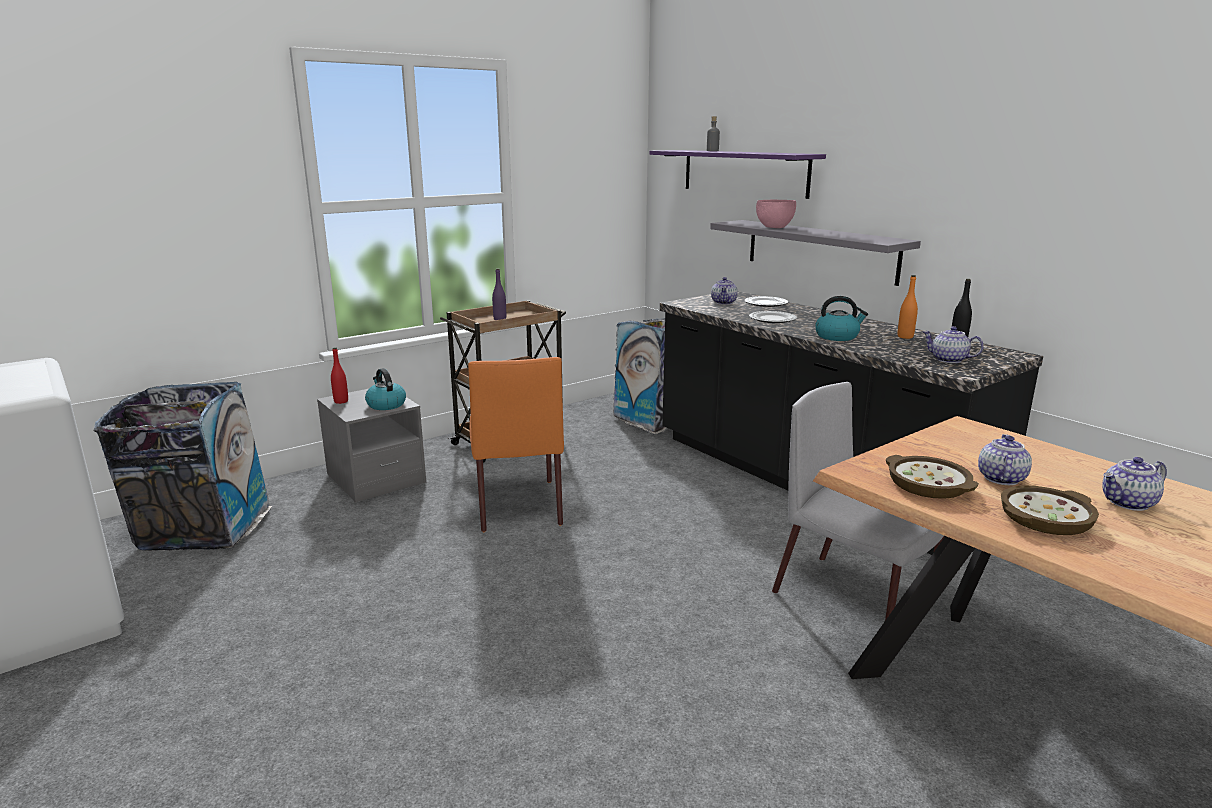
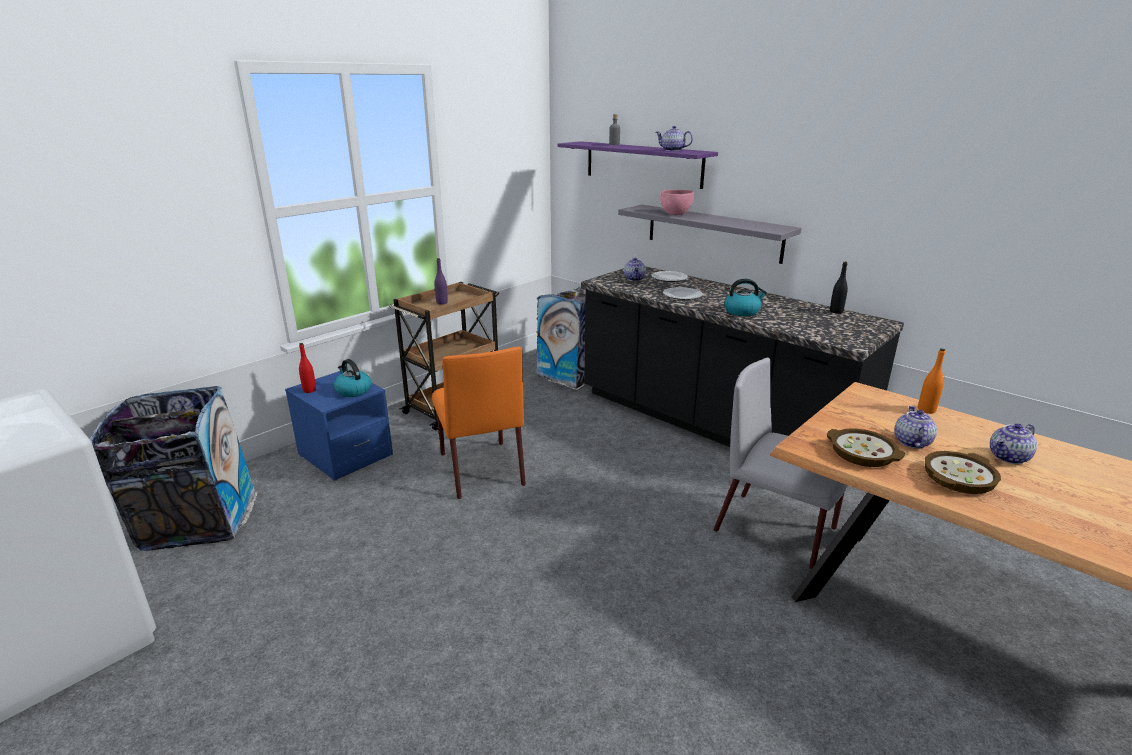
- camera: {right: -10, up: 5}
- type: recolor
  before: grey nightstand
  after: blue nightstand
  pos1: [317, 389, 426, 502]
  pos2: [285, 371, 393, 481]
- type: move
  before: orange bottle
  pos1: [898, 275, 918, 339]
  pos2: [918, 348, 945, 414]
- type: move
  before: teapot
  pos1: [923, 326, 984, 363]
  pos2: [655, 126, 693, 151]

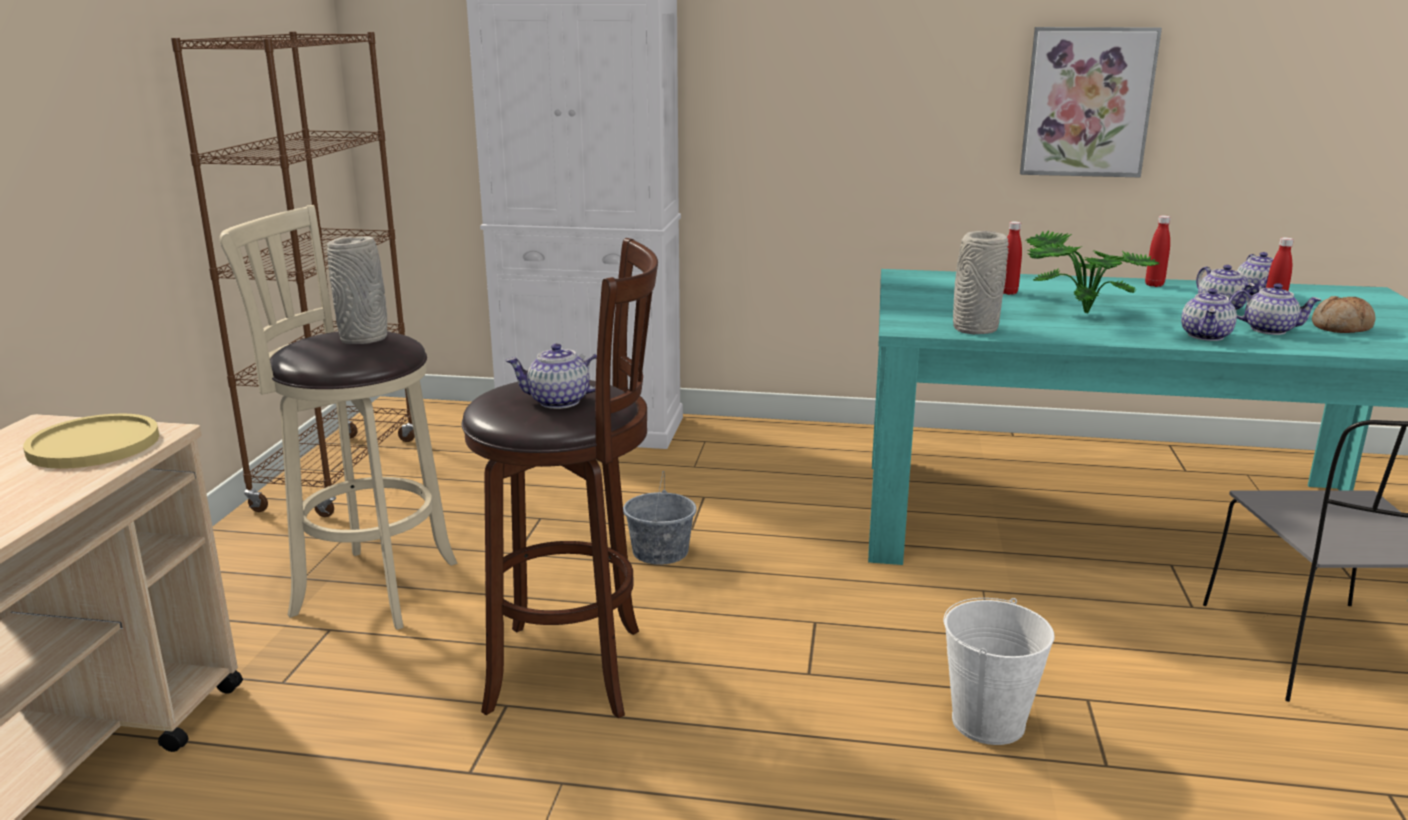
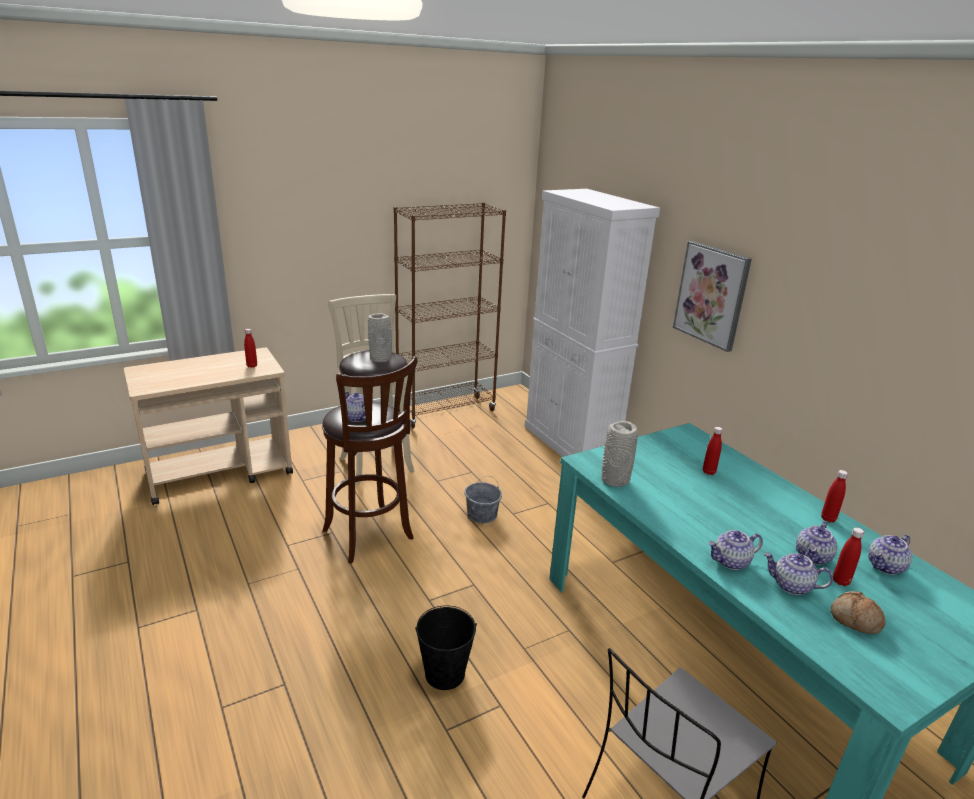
- camera: {right: 50, up: 5}
- type: replace
  before: yellow plate
  after: red bottle
  pos1: [23, 413, 159, 469]
  pos2: [244, 329, 257, 368]
- type: recolor
  before: white bucket
  after: black bucket
  pos1: [944, 598, 1054, 745]
  pos2: [415, 605, 477, 690]
- type: move
  before: picture
  pos1: [1020, 27, 1162, 177]
  pos2: [673, 241, 752, 352]
- type: delete
  before: potted plant
  pos1: [1026, 231, 1160, 314]
- type: rotate
  before: teapot
  pos1: [1229, 283, 1321, 335]
  pos2: [764, 552, 833, 595]
  turn: 135

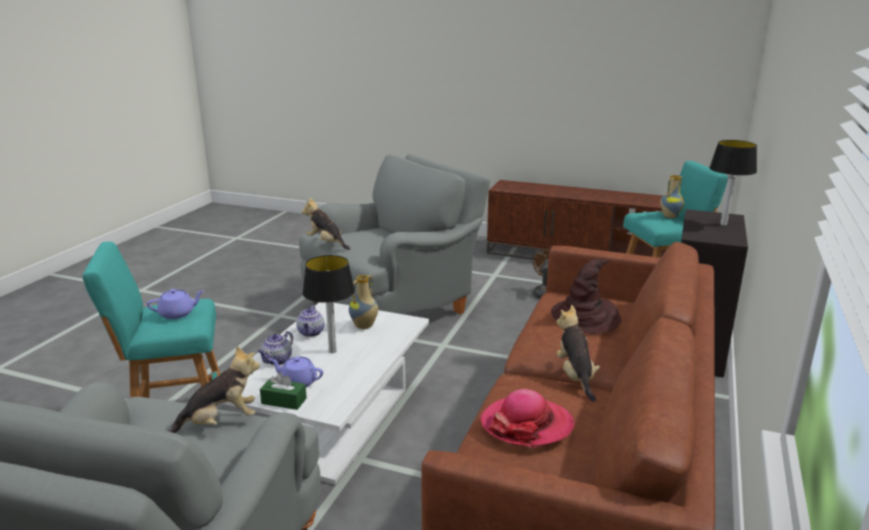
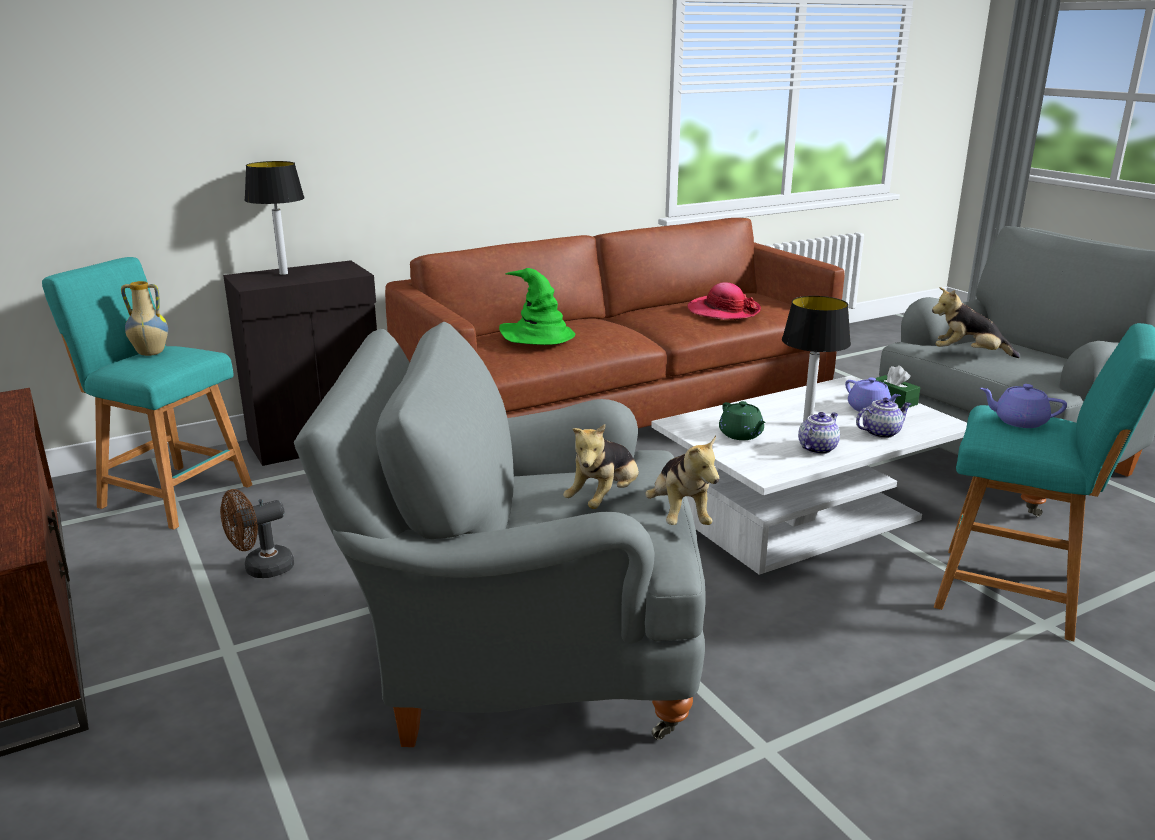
- camera: {right: -140, up: 0}
- type: replace
  before: vase
  after: green teapot
  pos1: [349, 275, 378, 329]
  pos2: [719, 401, 766, 440]
- type: recolor
  before: brown hat
  after: green hat
  pos1: [551, 259, 621, 334]
  pos2: [499, 268, 575, 345]
- type: move
  before: plush toy
  pos1: [556, 305, 600, 402]
  pos2: [563, 424, 639, 509]

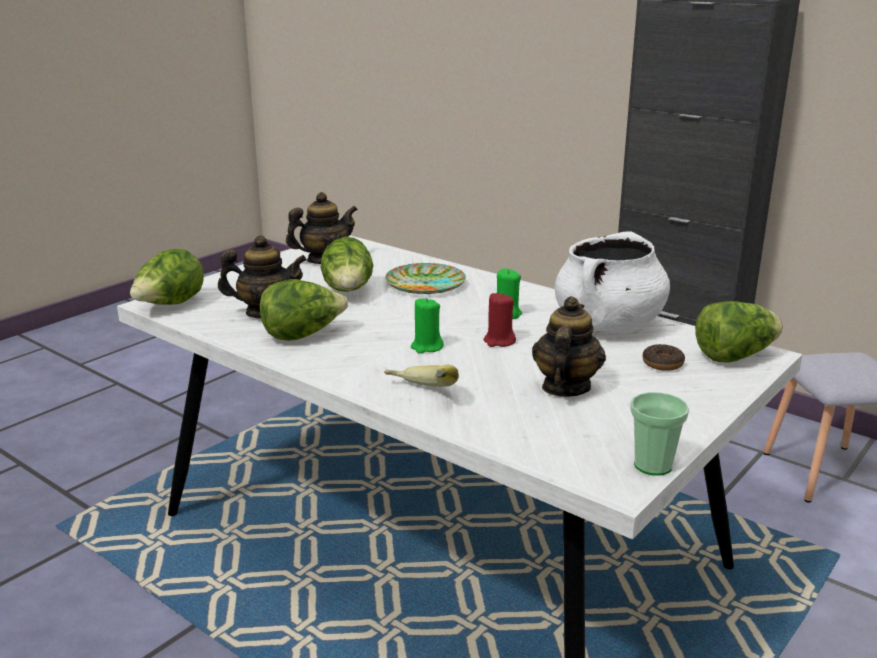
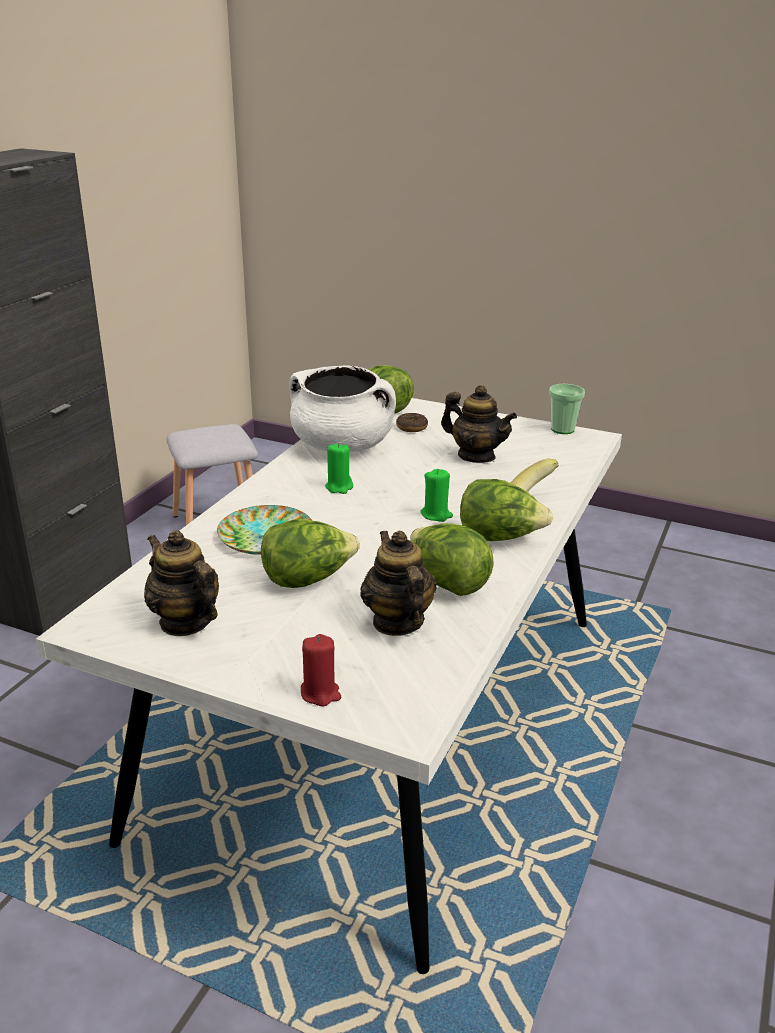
- camera: {right: -105, up: 5}
- type: move
  before: lettuce
  pos1: [130, 249, 204, 305]
  pos2: [460, 479, 553, 541]
- type: move
  before: red candle
  pos1: [483, 293, 516, 347]
  pos2: [301, 634, 341, 707]
- type: rotate
  before: teapot
  pos1: [532, 296, 606, 397]
  pos2: [441, 385, 517, 463]
  turn: -150

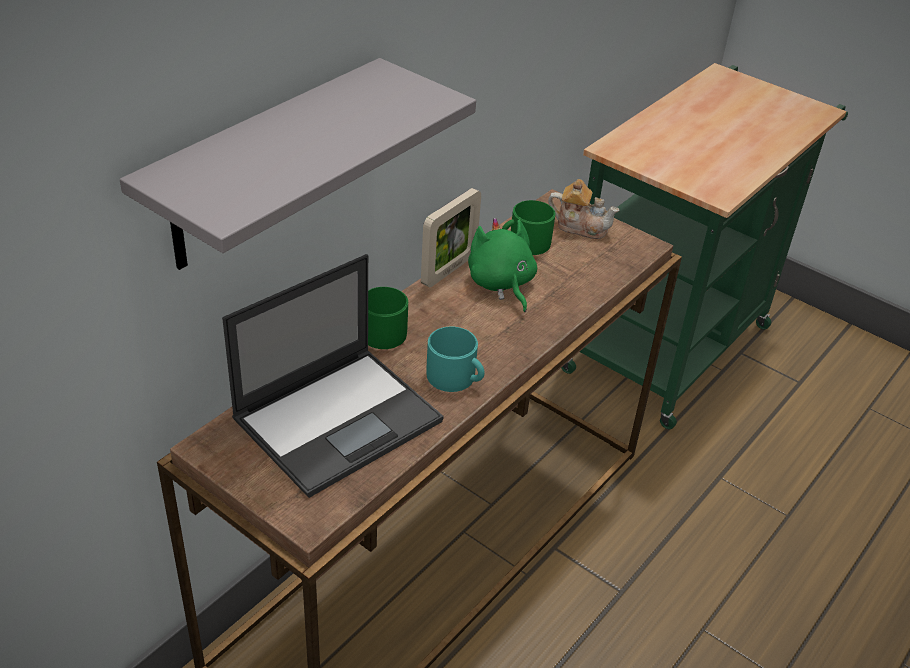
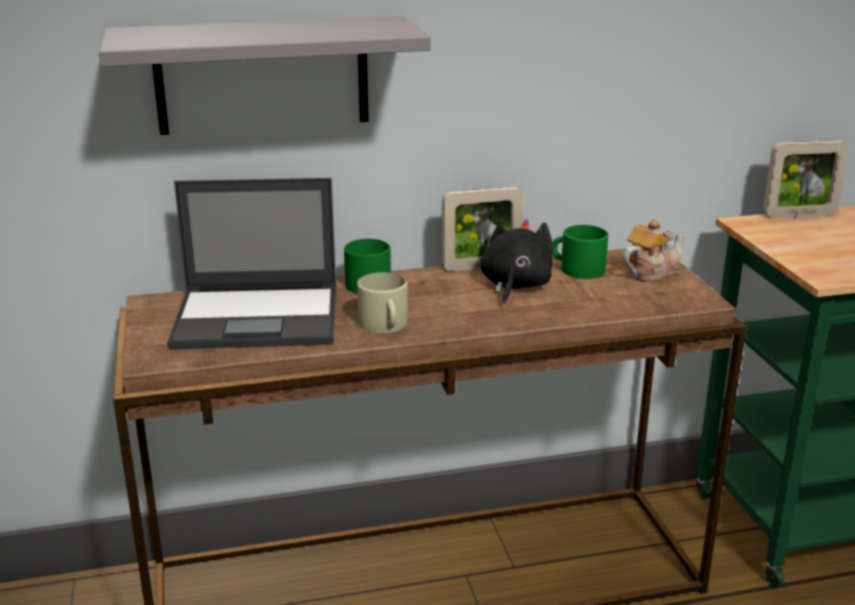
- camera: {right: 40, up: -15}
- type: recolor
  before: turquoise mug
  after: beige mug
  pos1: [426, 327, 485, 392]
  pos2: [357, 272, 408, 333]
- type: recolor
  before: green plush toy
  after: black plush toy
  pos1: [468, 218, 537, 312]
  pos2: [480, 218, 553, 304]
- type: rotate
  before: teapot
  pos1: [548, 179, 619, 239]
  pos2: [622, 219, 686, 282]
  turn: -90
- type: insert
  after: picture frame
  pos2: [763, 140, 849, 218]

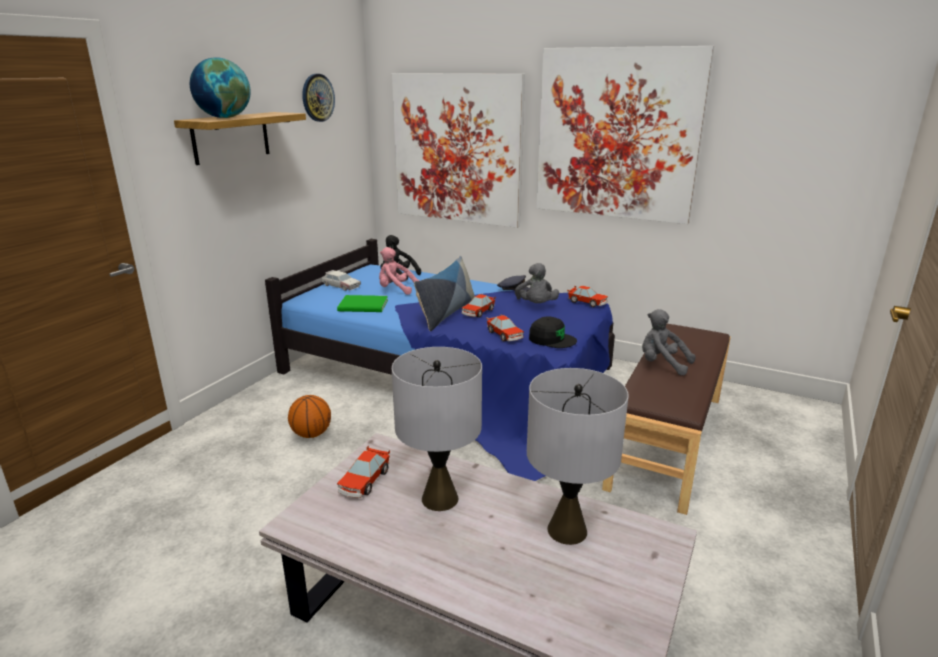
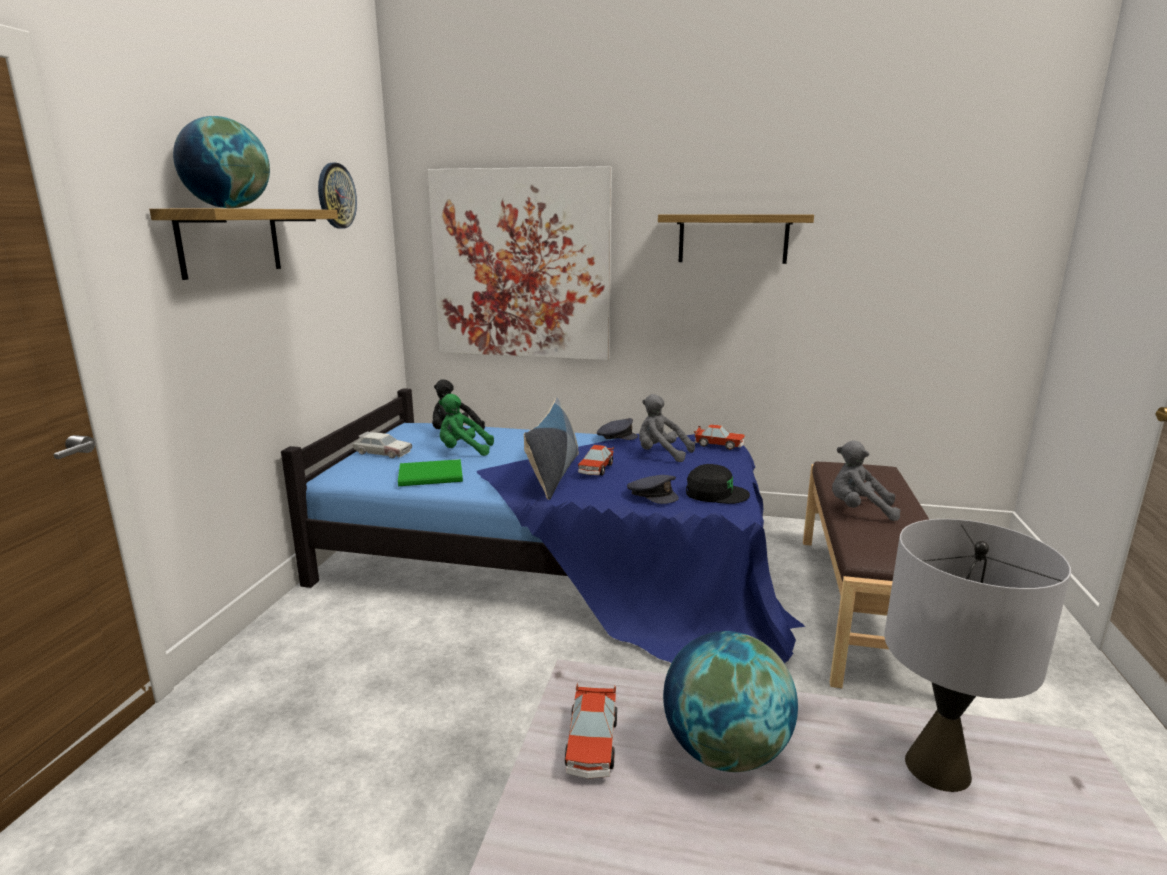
- camera: {right: -15, up: -5}
- type: delete
  before: basketball
  pos1: [288, 395, 331, 438]
- type: recolor
  before: pink plush toy
  after: green plush toy
  pos1: [379, 247, 420, 295]
  pos2: [439, 394, 494, 456]
- type: replace
  before: grey table lamp
  after: globe
  pos1: [392, 347, 482, 511]
  pos2: [663, 631, 798, 772]
- type: replace
  before: toy car
  after: grey cap
  pos1: [486, 315, 524, 342]
  pos2: [627, 475, 679, 504]
- type: rotate
  before: grey plush toy
  pos1: [515, 263, 559, 303]
  pos2: [639, 394, 695, 462]
  turn: 135
- type: replace
  before: picture
  after: shelf
  pos1: [536, 46, 714, 224]
  pos2: [658, 214, 814, 264]

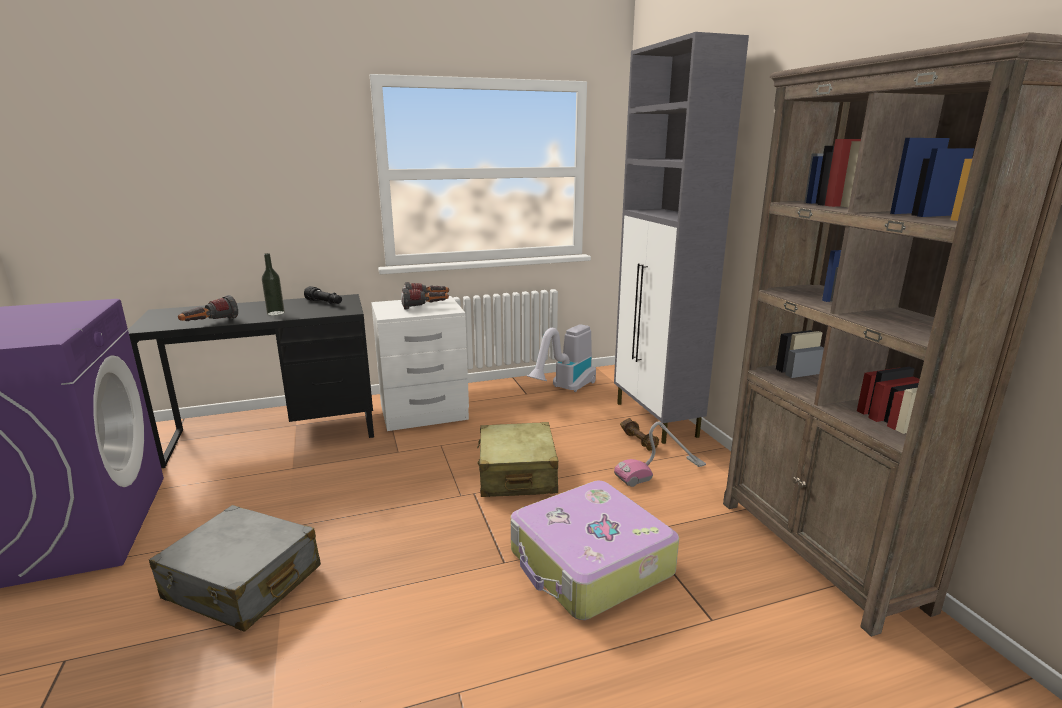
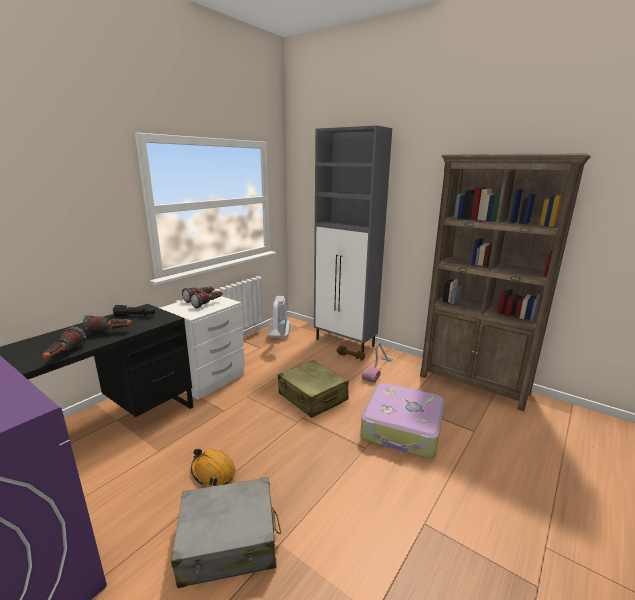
- camera: {right: -35, up: 0}
- type: replace
  before: bottle
  after: flashlight
  pos1: [262, 253, 285, 316]
  pos2: [83, 315, 132, 335]
- type: insert
  after: orange hard hat
  pos2: [191, 449, 236, 486]

